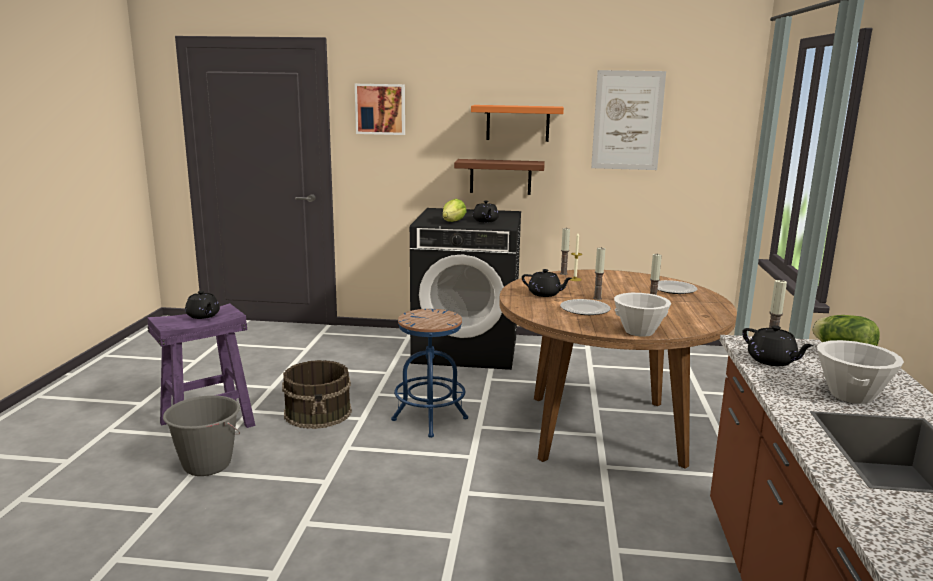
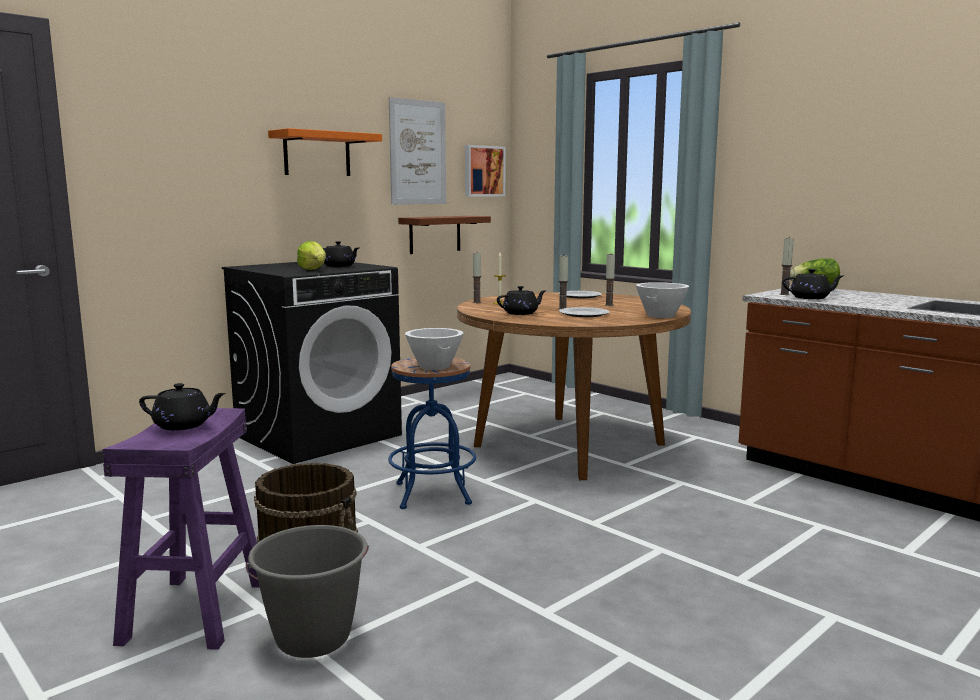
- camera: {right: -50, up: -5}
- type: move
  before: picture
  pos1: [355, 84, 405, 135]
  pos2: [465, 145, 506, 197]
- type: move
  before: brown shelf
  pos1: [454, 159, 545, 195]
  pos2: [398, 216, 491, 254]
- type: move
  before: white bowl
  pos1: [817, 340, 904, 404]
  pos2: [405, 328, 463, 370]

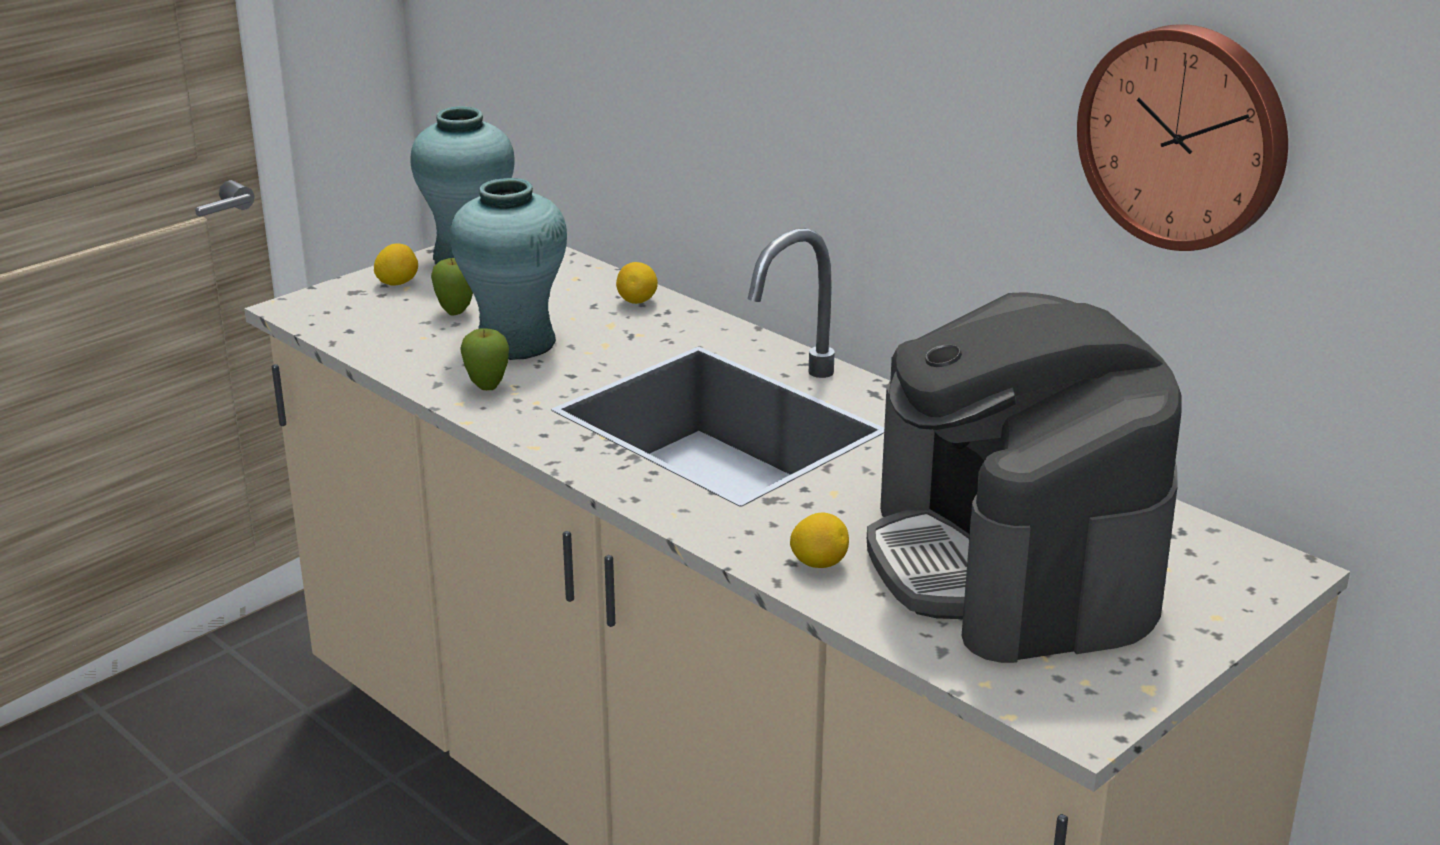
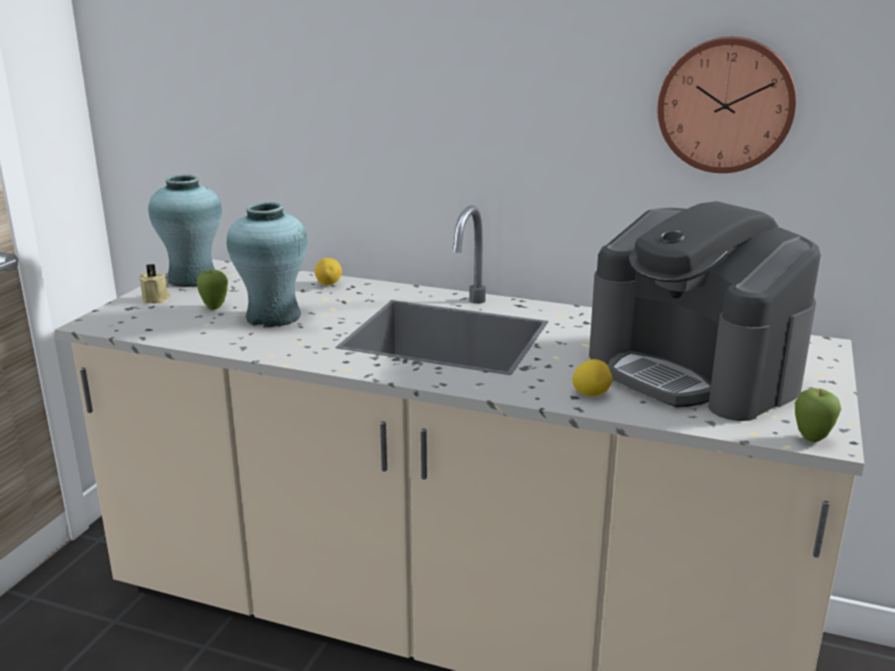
- camera: {right: -25, up: -5}
- type: replace
  before: lemon
  after: beige candle
  pos1: [374, 243, 418, 286]
  pos2: [139, 264, 170, 304]
- type: move
  before: apple
  pos1: [460, 328, 509, 390]
  pos2: [795, 388, 841, 442]

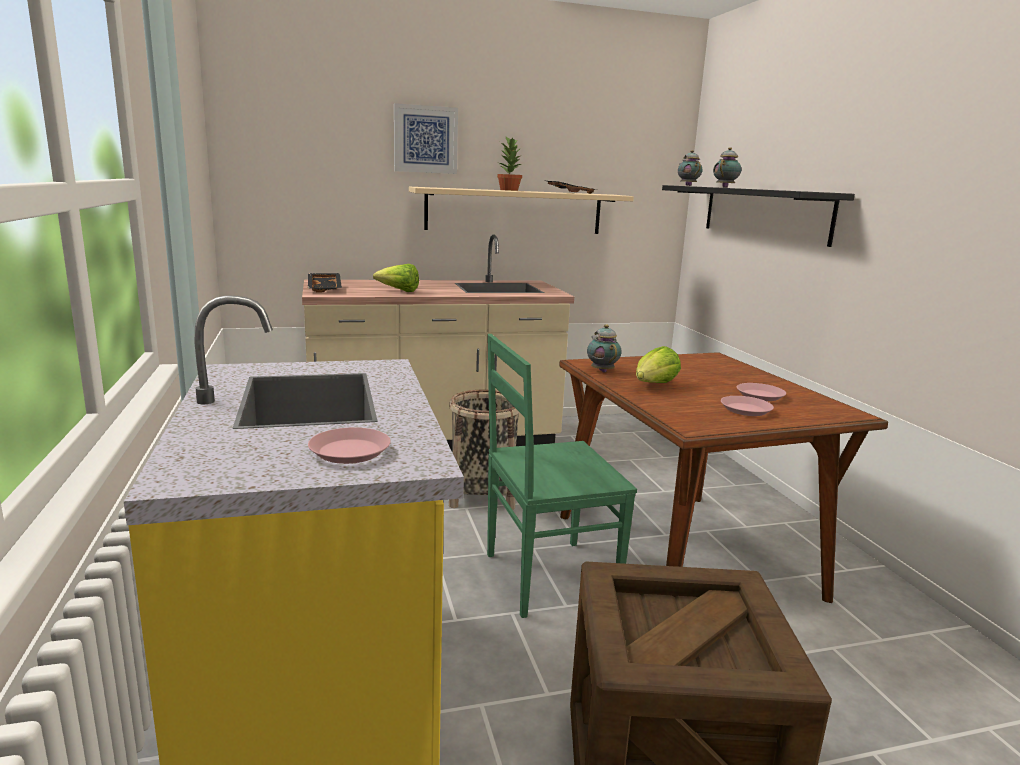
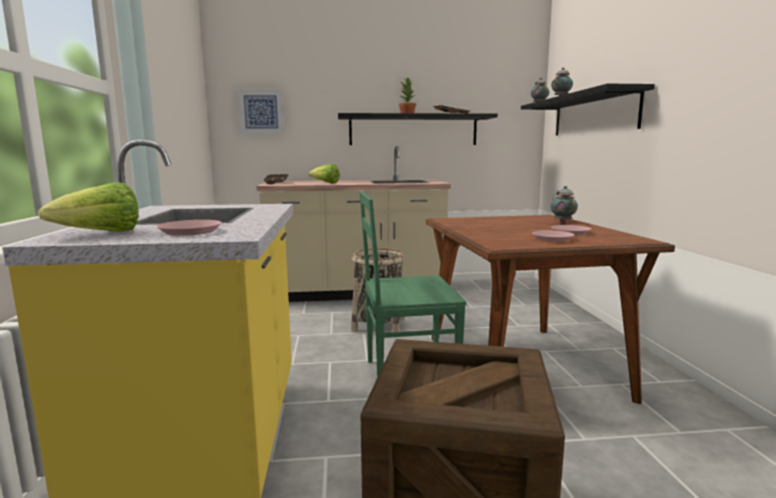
- camera: {right: 10, up: -5}
- type: move
  before: picture
  pos1: [394, 103, 458, 174]
  pos2: [237, 89, 284, 134]
- type: recolor
  before: beige shelf
  after: black shelf
  pos1: [409, 187, 634, 234]
  pos2: [338, 113, 498, 145]
- type: move
  before: teapot
  pos1: [587, 324, 621, 373]
  pos2: [550, 186, 578, 223]
- type: move
  before: lettuce
  pos1: [636, 346, 681, 383]
  pos2: [38, 182, 139, 232]

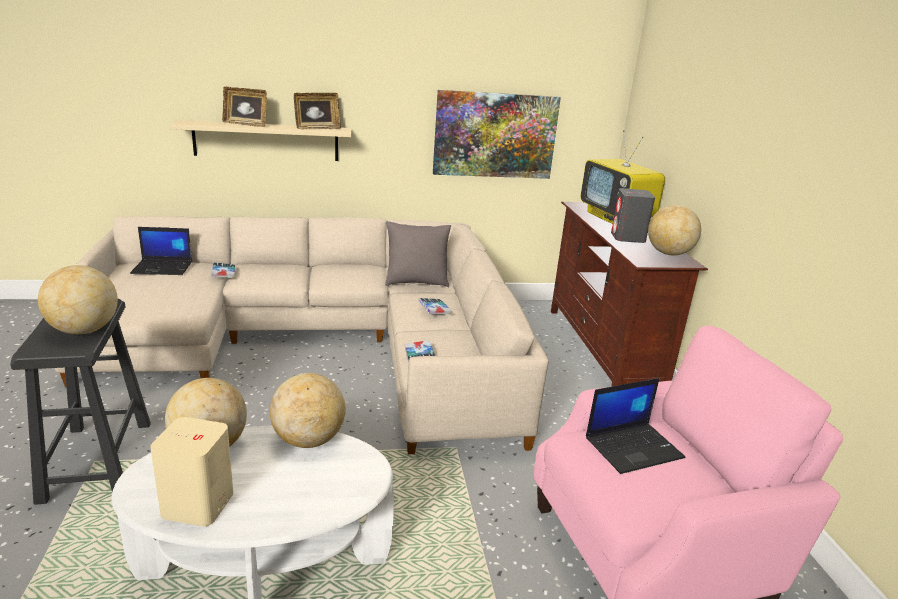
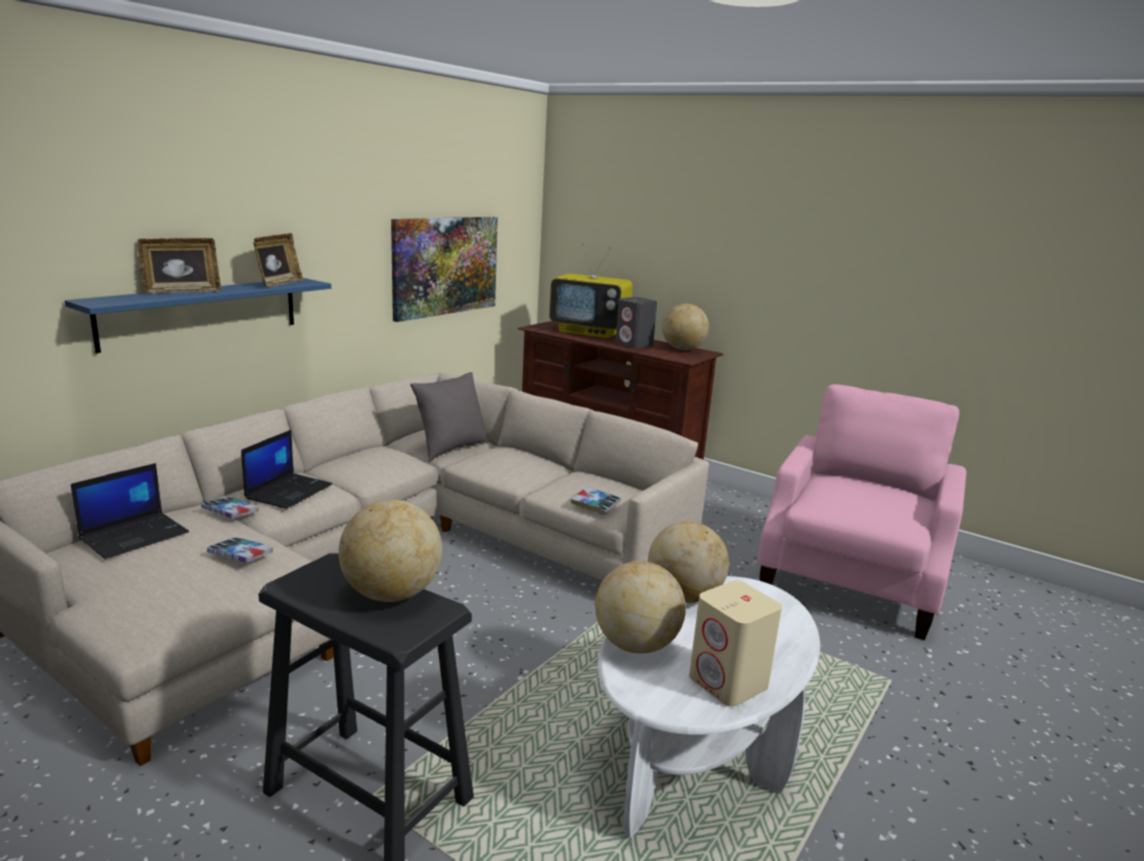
- camera: {right: -45, up: -5}
- type: recolor
  before: beige shelf
  after: blue shelf
  pos1: [169, 120, 351, 161]
  pos2: [65, 278, 331, 353]
- type: move
  before: book
  pos1: [419, 298, 452, 315]
  pos2: [207, 537, 273, 563]
- type: move
  before: laptop
  pos1: [586, 378, 685, 474]
  pos2: [241, 430, 332, 509]

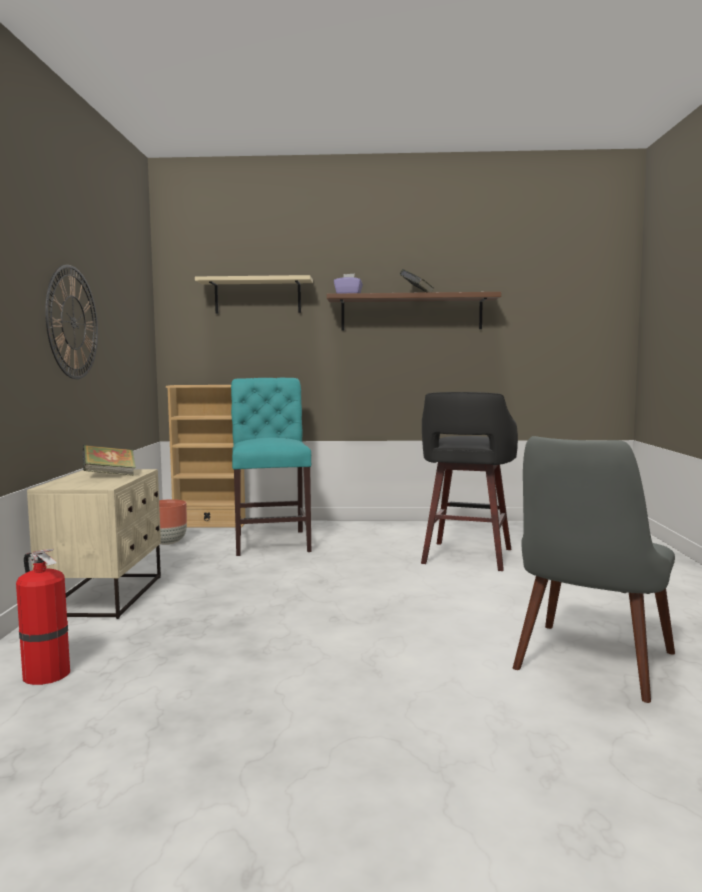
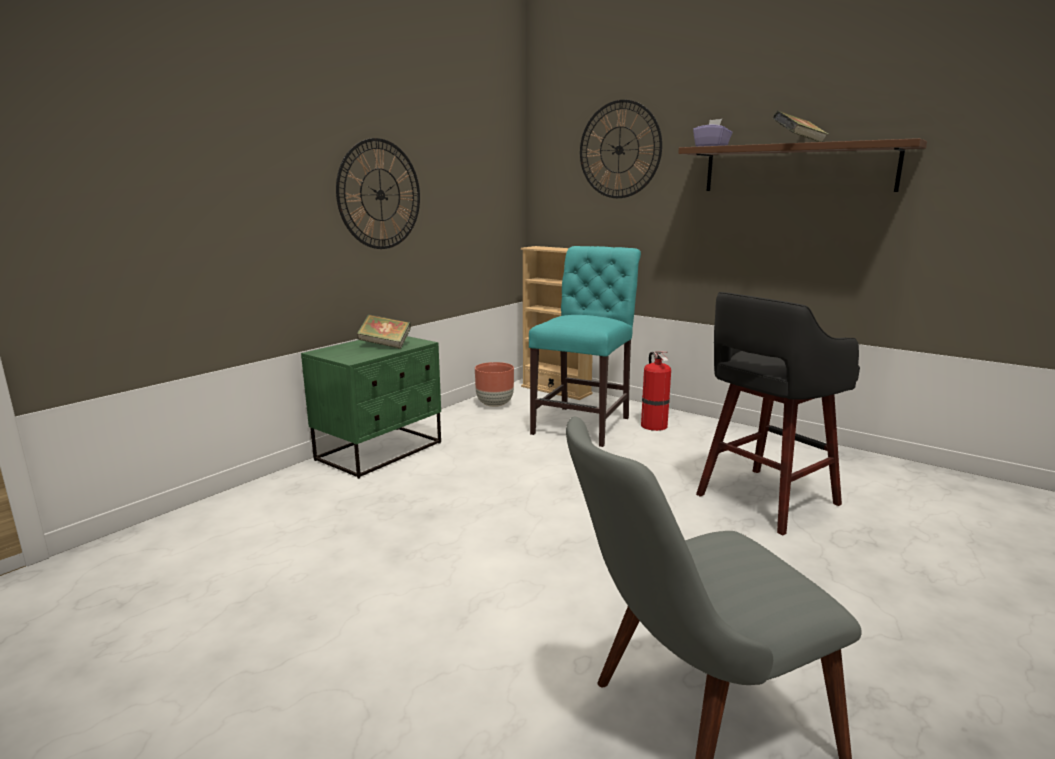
- camera: {right: 35, up: 10}
- type: move
  before: fire extinguisher
  pos1: [16, 549, 70, 685]
  pos2: [641, 351, 671, 431]
- type: recolor
  before: beige nightstand
  after: green nightstand
  pos1: [27, 469, 161, 619]
  pos2: [301, 336, 441, 479]
- type: replace
  before: beige shelf
  after: wall clock
  pos1: [195, 275, 313, 314]
  pos2: [580, 100, 662, 198]

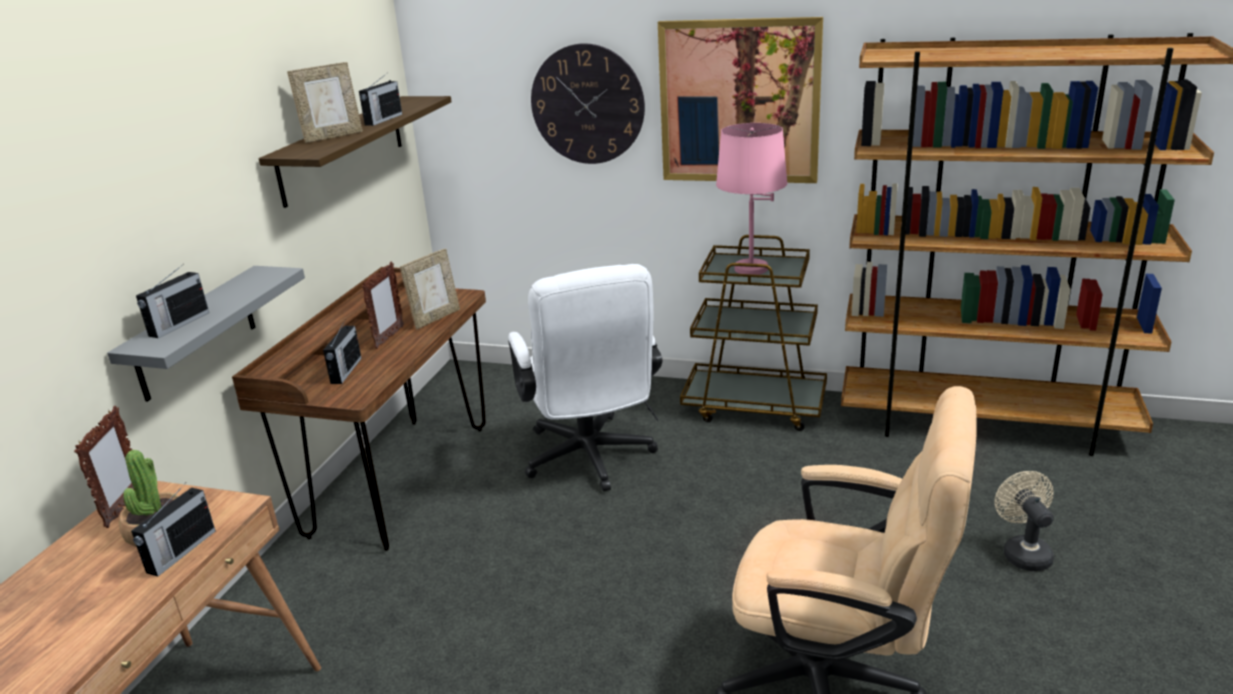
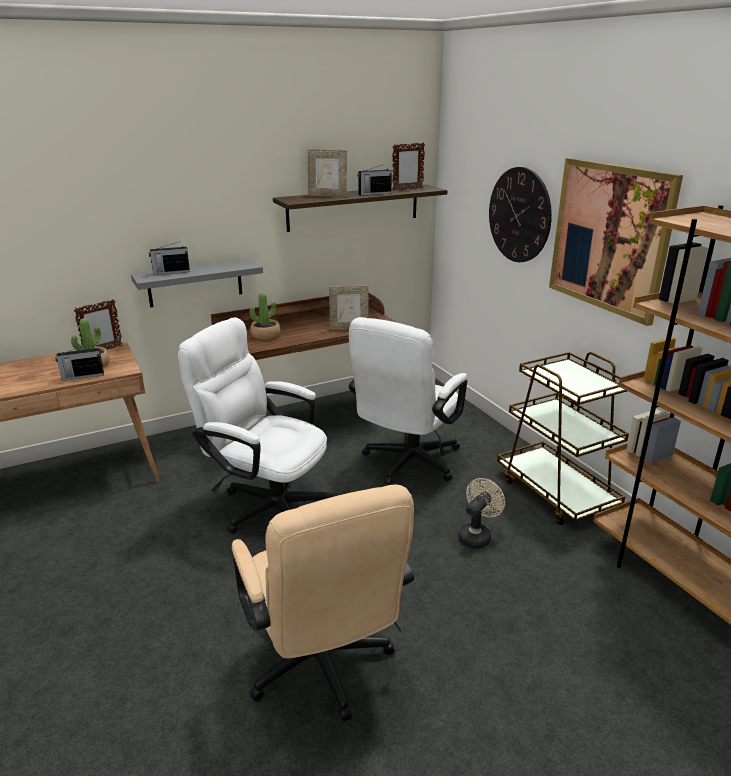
- camera: {right: 45, up: 0}
- type: replace
  before: radio
  after: potted plant
  pos1: [323, 320, 362, 384]
  pos2: [250, 293, 280, 340]
- type: move
  before: picture frame
  pos1: [362, 262, 404, 349]
  pos2: [392, 142, 425, 191]
- type: delete
  before: pink table lamp
  pos1: [716, 123, 787, 275]
- type: move
  before: beige fan
  pos1: [995, 471, 1054, 571]
  pos2: [458, 478, 505, 549]
- type: insert
  after: white office chair
  pos2: [178, 317, 334, 534]

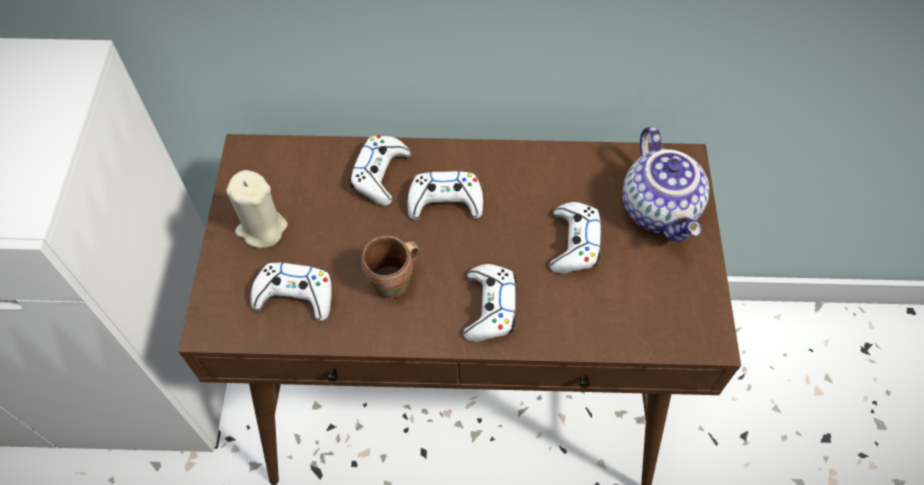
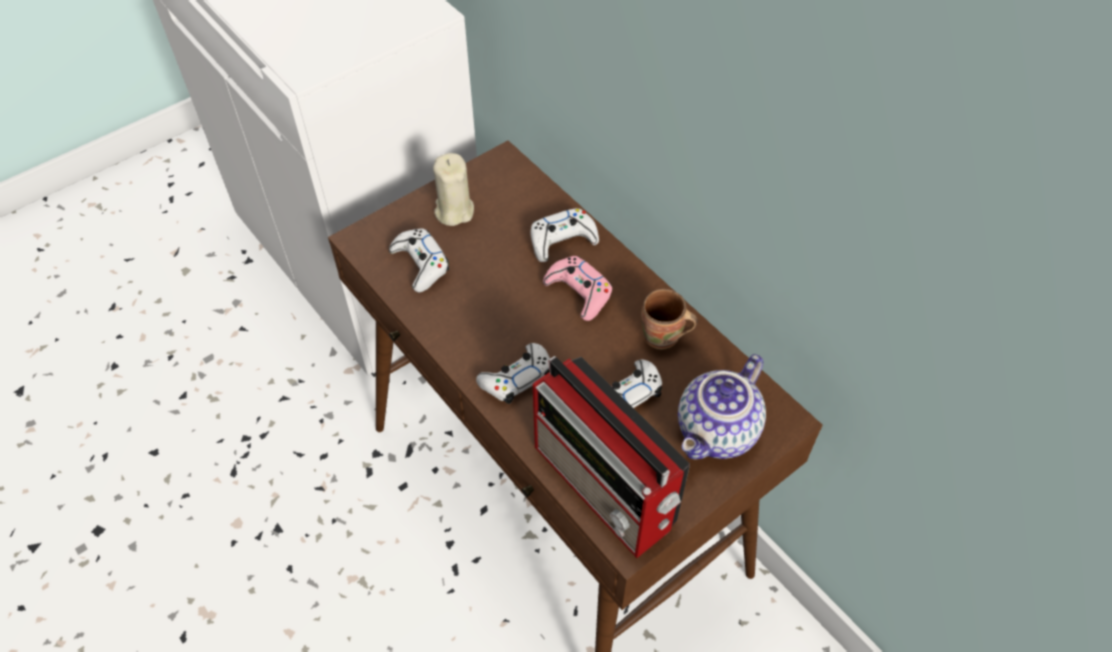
- camera: {right: 50, up: -5}
- type: move
  before: brown mug
  pos1: [361, 235, 420, 298]
  pos2: [641, 289, 698, 349]
- type: recolor
  before: white game controller
  after: pink game controller
  pos1: [407, 171, 483, 220]
  pos2: [543, 256, 612, 321]
- type: insert
  after: radio
  pos2: [533, 356, 690, 558]

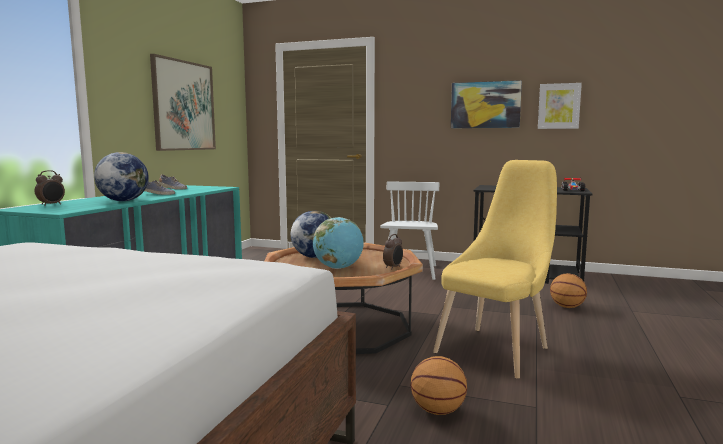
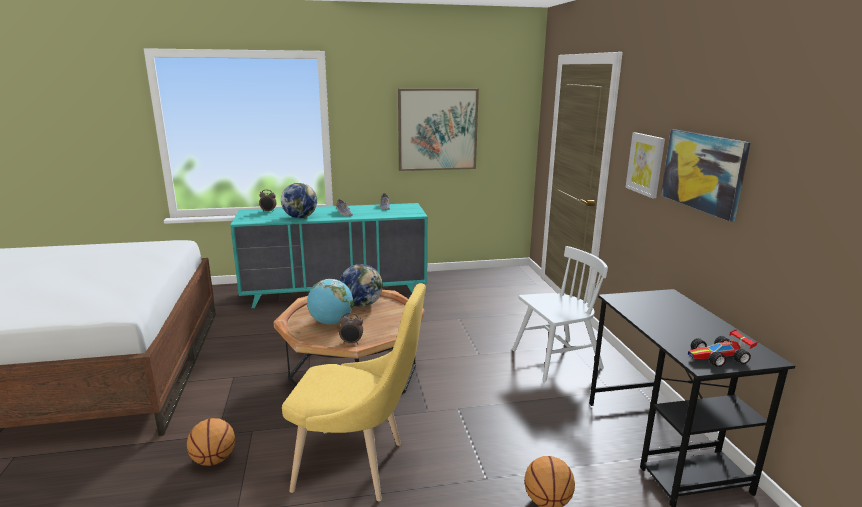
- camera: {right: 60, up: 10}
- type: move
  before: picture
  pos1: [538, 83, 582, 129]
  pos2: [625, 133, 665, 198]

